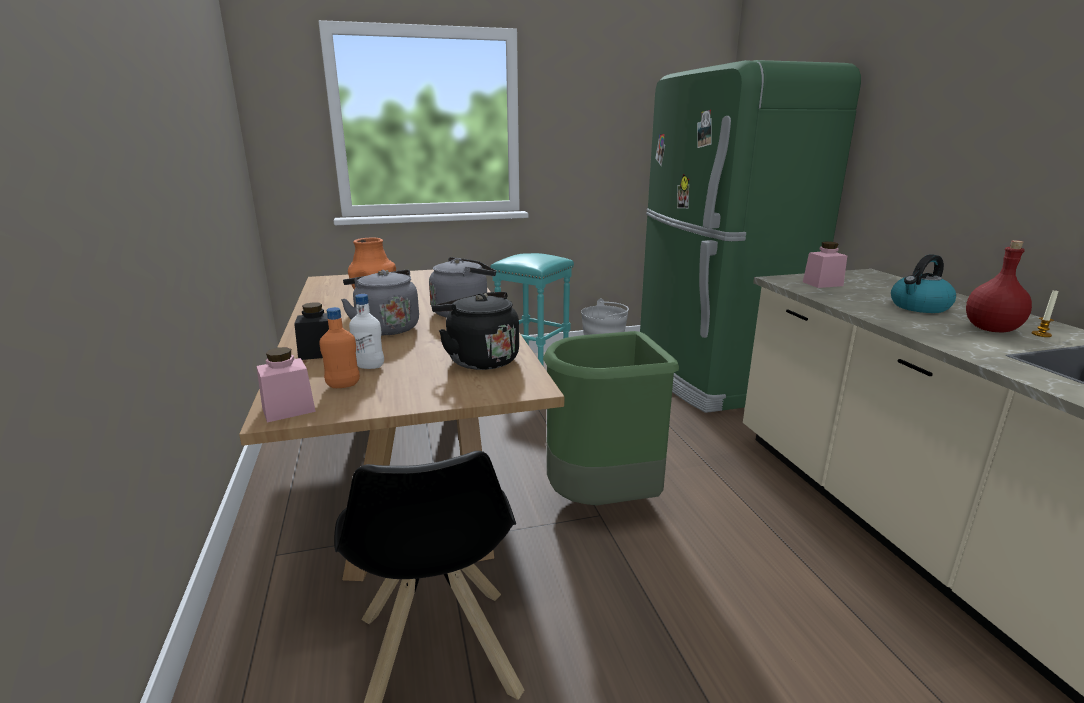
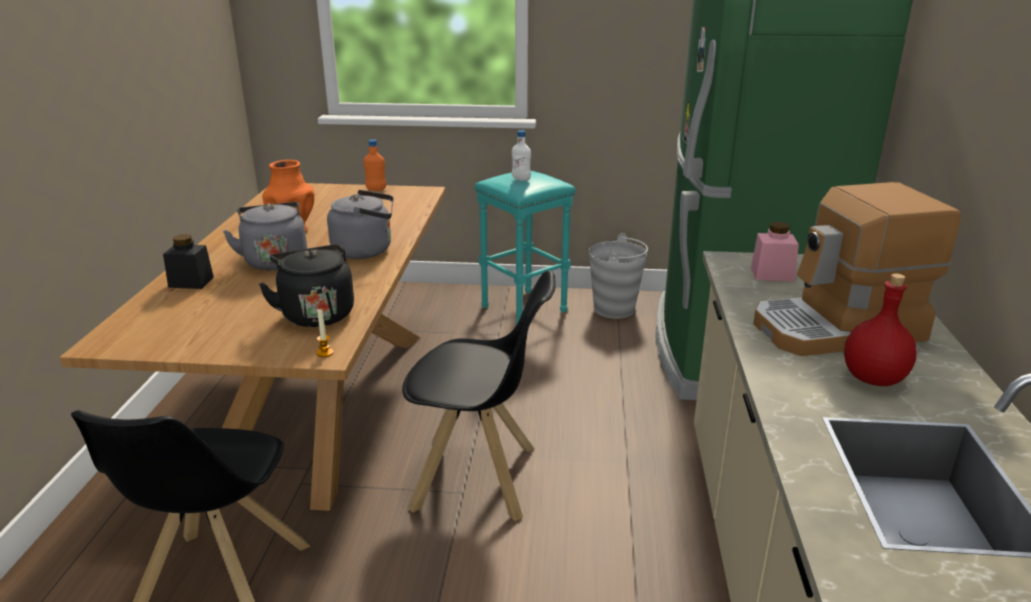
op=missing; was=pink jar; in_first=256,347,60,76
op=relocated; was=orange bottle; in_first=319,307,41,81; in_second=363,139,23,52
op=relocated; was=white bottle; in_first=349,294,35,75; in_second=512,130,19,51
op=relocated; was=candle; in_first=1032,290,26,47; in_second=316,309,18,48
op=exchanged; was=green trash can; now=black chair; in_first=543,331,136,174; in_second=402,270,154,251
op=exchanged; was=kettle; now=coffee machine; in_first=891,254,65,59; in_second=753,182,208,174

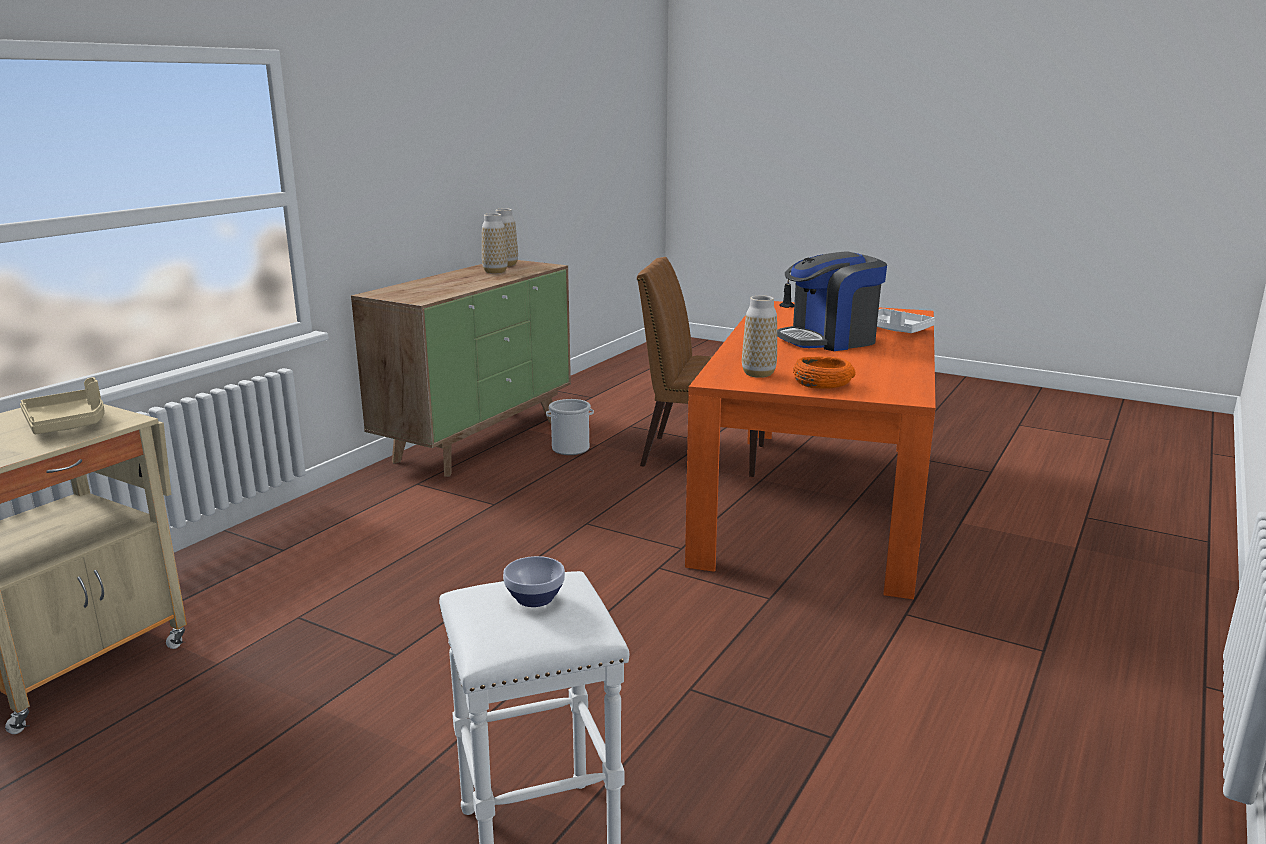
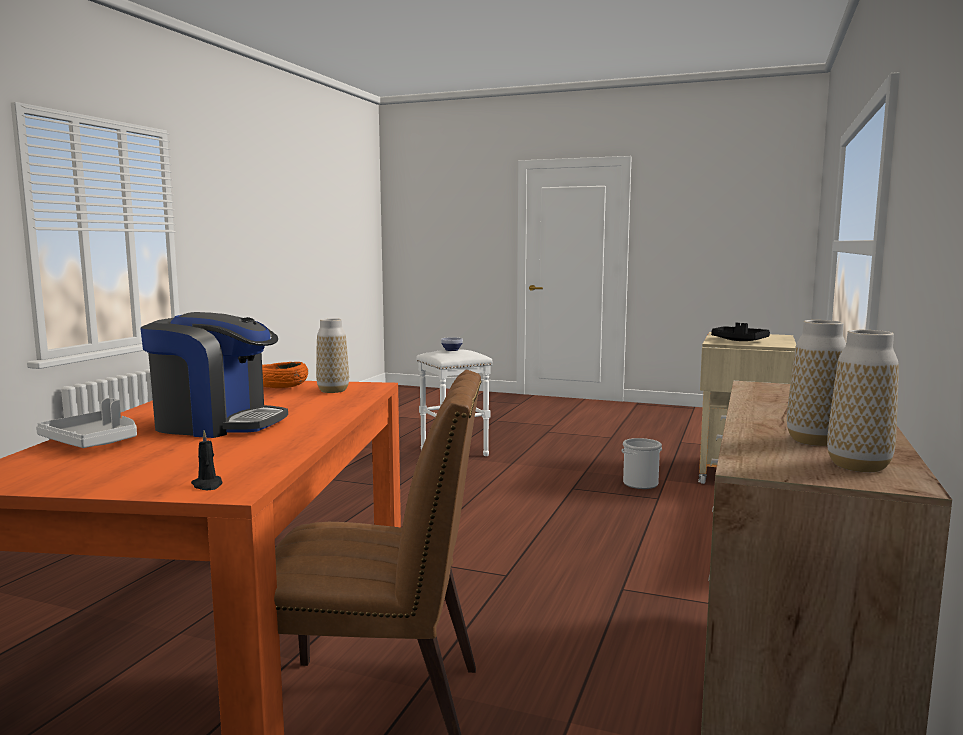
op=relocated; was=bucket; in_first=546,399,48,56; in_second=622,438,40,51
op=colour; was=beige tray; now=black tray; in_first=20,377,85,57; in_second=711,322,59,19
op=spun; was=coffee machine; in_first=777,251,110,100; in_second=140,312,148,126; clockwise=45

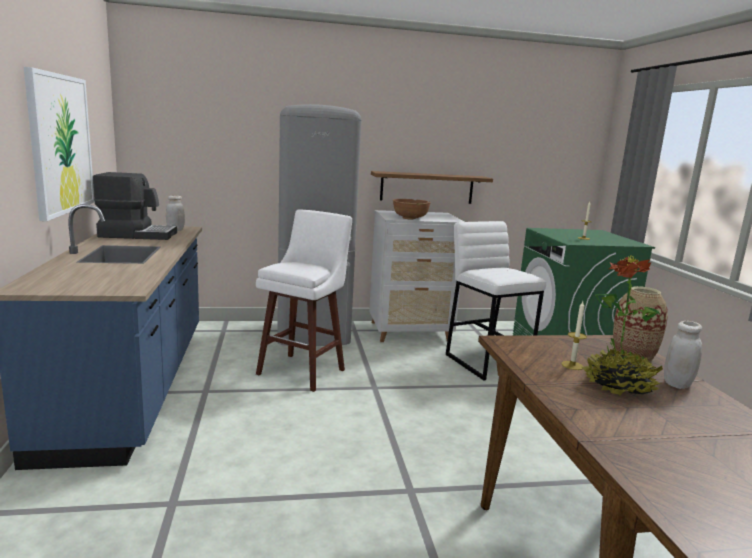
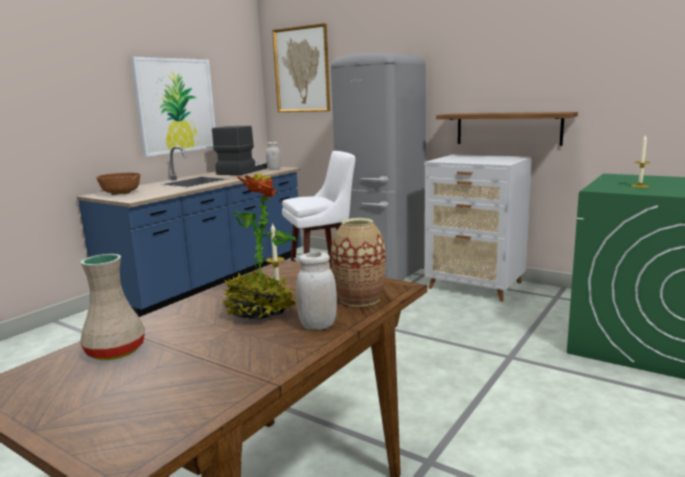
op=missing; was=white stool; in_first=446,221,100,160
op=appeared; now=beige vase; in_second=80,254,65,106
op=appeared; now=picture; in_second=272,23,58,89
op=relocated; was=brown bowl; in_first=393,199,38,21; in_second=96,173,45,22
op=spun; was=coffee machine; in_first=93,172,84,68; in_second=212,126,55,49; clockwise=-105

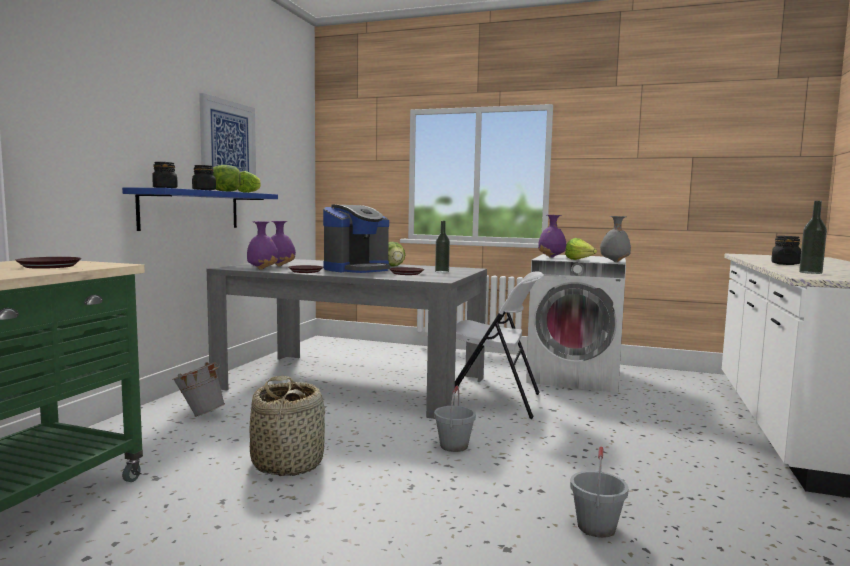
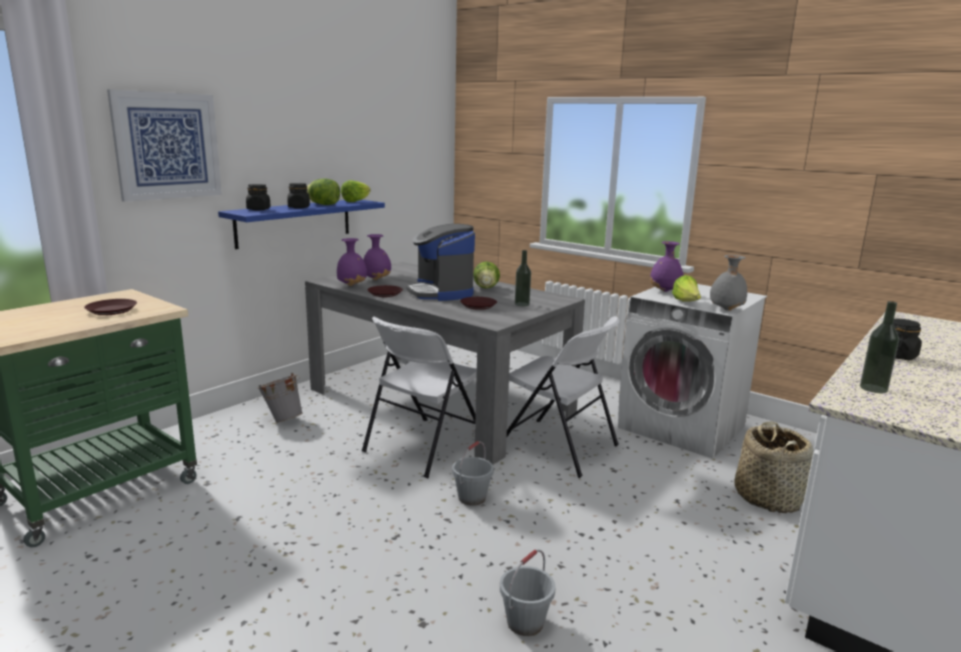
op=appeared; now=white chair; in_second=362,317,115,161
op=relocated; was=picture; in_first=199,93,57,83; in_second=107,89,115,113
op=relocated; was=basket; in_first=250,376,75,100; in_second=734,421,80,92
op=spun; was=coffee machine; in_first=323,205,67,68; in_second=406,224,69,77; clockwise=90

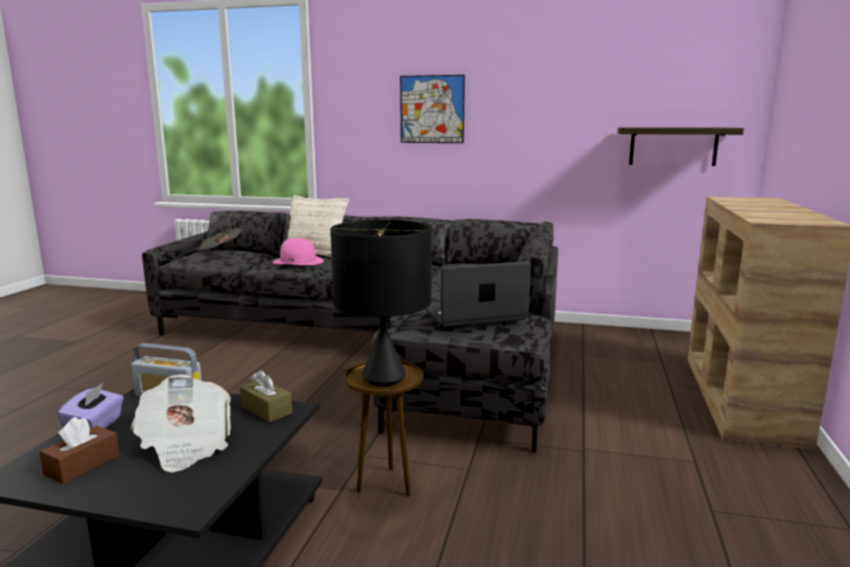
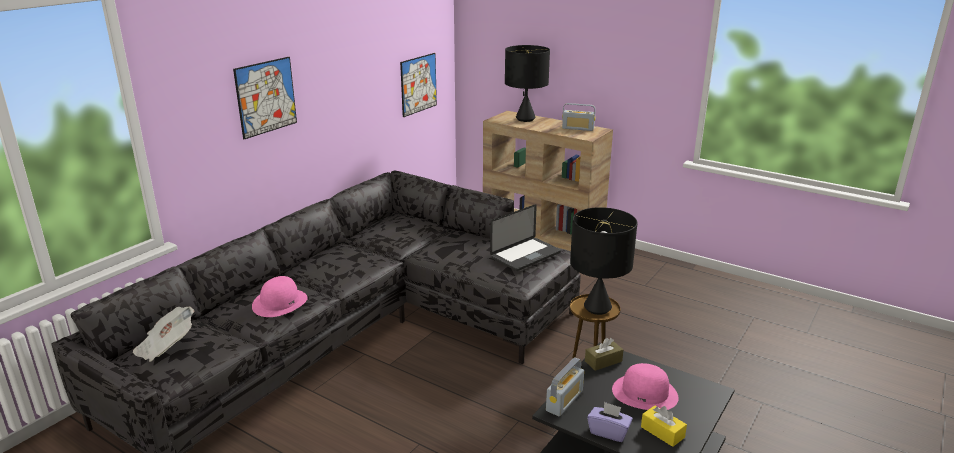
op=missing; was=beige pillow; in_first=287,195,62,62
op=appeared; now=black table lamp; in_second=505,45,45,77
op=appeared; now=radio; in_second=562,103,34,28
op=exchanged; was=newspaper; now=pink hat; in_first=131,374,100,99; in_second=612,363,67,47
op=exchanged; was=shelf; now=picture; in_first=618,127,126,39; in_second=400,53,37,64
op=colour; was=brown tissue box; now=yellow tissue box; in_first=39,417,81,67; in_second=641,405,46,42
op=spun; was=laptop; in_first=426,261,105,66; in_second=490,204,71,67; clockwise=-135

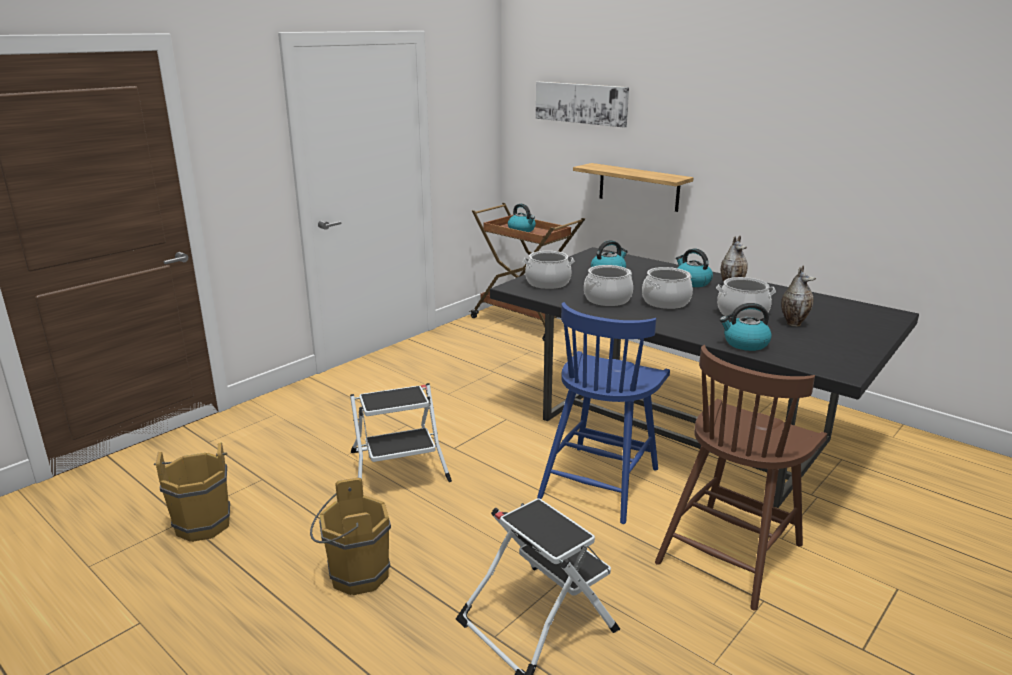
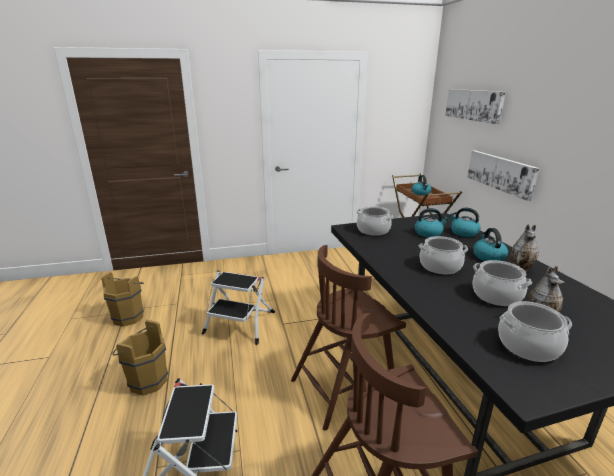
op=relocated; was=cooking pot; in_first=584,265,49,41; in_second=498,301,74,61
op=relocated; was=kettle; in_first=720,303,52,48; in_second=449,208,32,29
op=exchanged; was=shelf; now=picture; in_first=573,163,121,49; in_second=467,150,72,51
op=colour; was=blue chair; now=brown chair; in_first=537,302,133,222; in_second=291,245,115,186

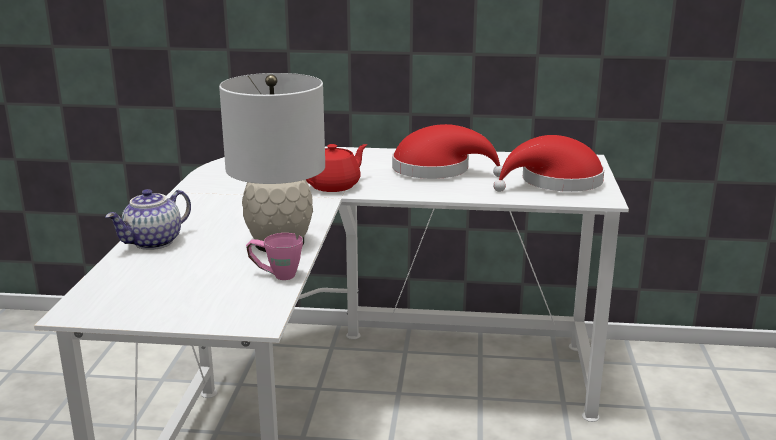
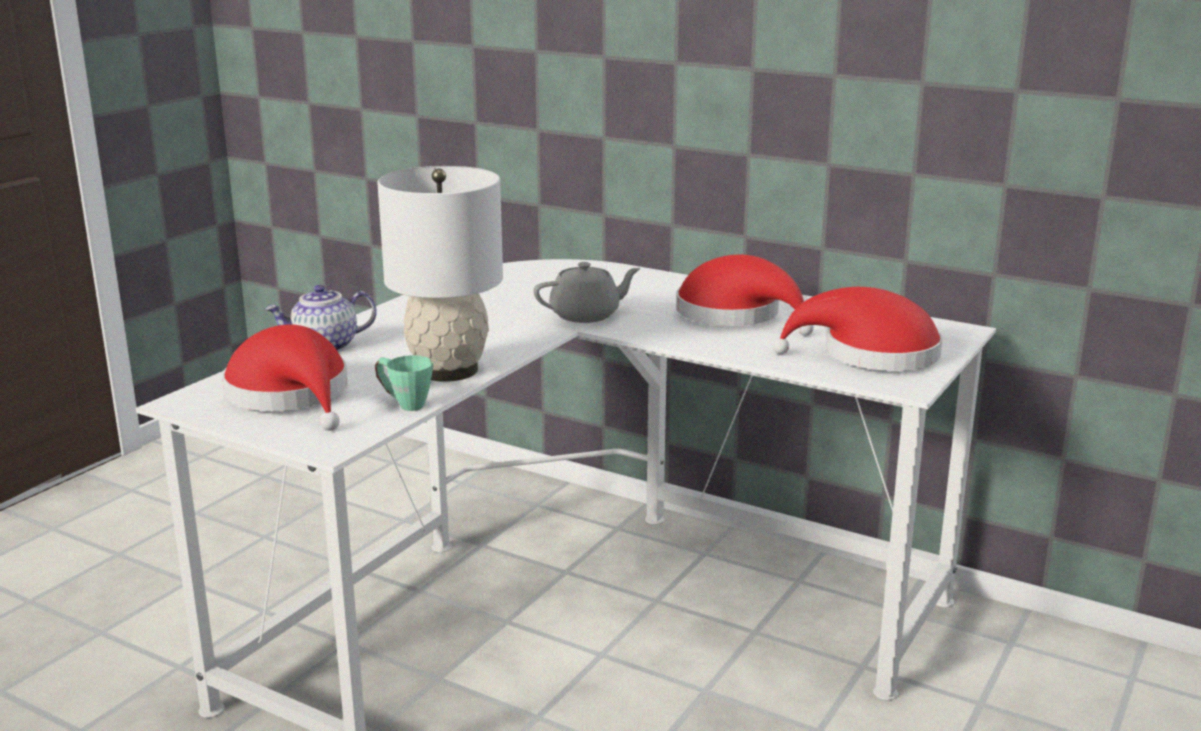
op=appeared; now=red hat; in_second=222,324,126,107
op=colour; was=pink mug; now=green mug; in_first=246,233,57,47; in_second=375,355,58,56
op=colour; was=red teapot; now=grey teapot; in_first=306,144,61,48; in_second=533,262,108,61

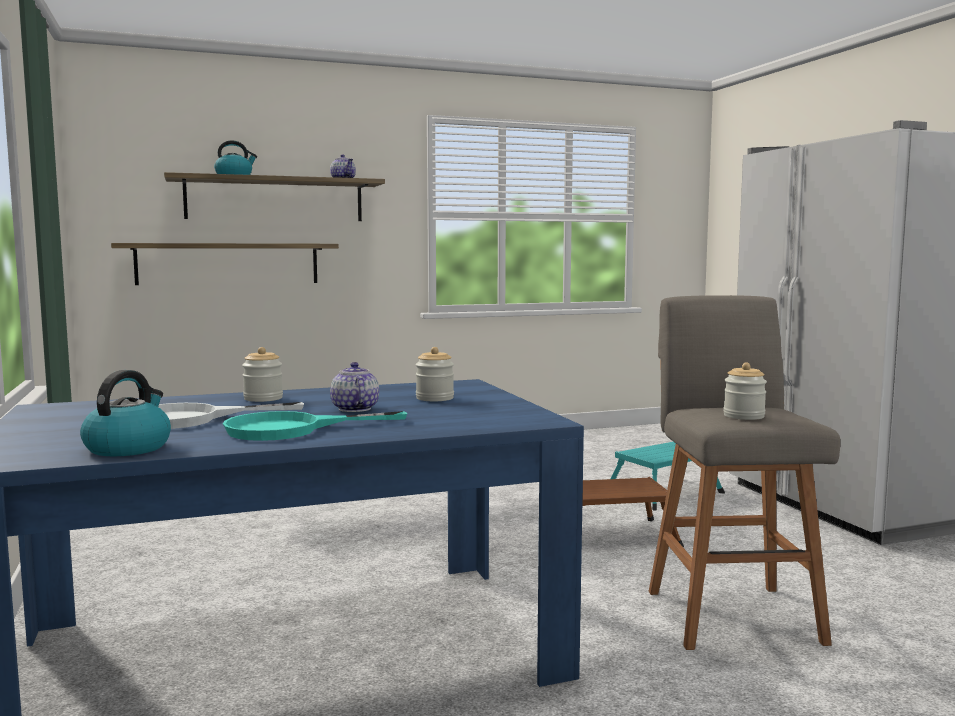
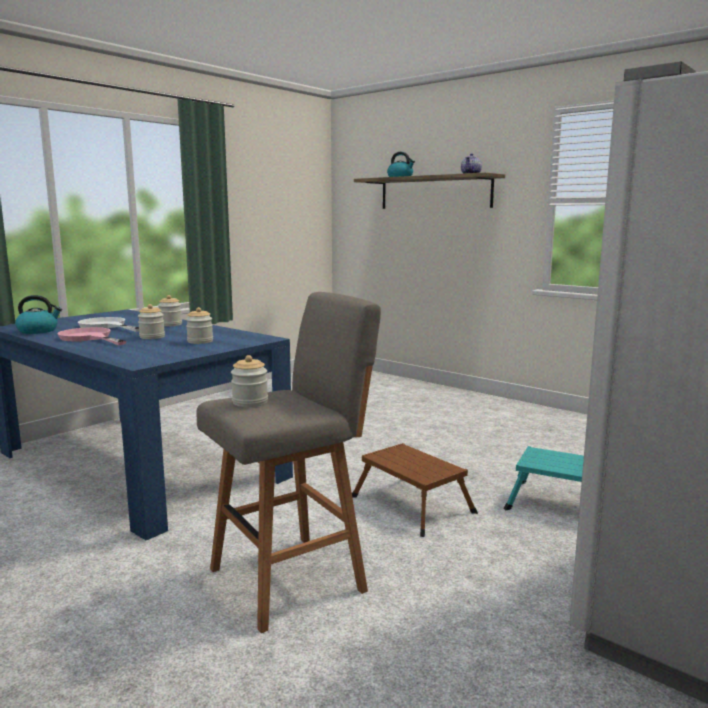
op=missing; was=shelf; in_first=111,243,228,42
op=exchanged; was=teapot; now=jar; in_first=330,362,49,50; in_second=138,304,27,35
op=colour; was=turquoise frying pan; now=pink frying pan; in_first=223,411,184,30; in_second=58,327,69,18

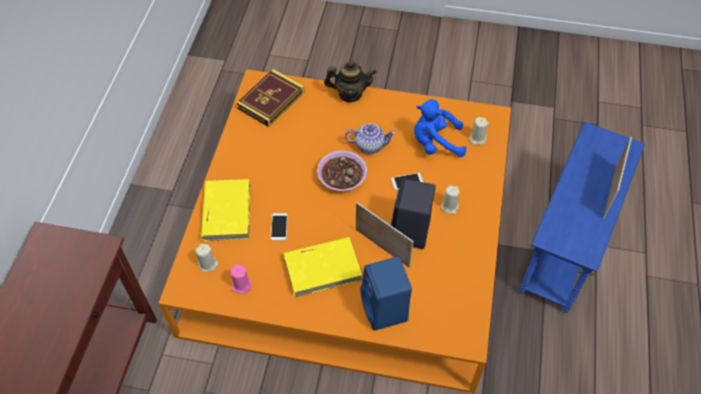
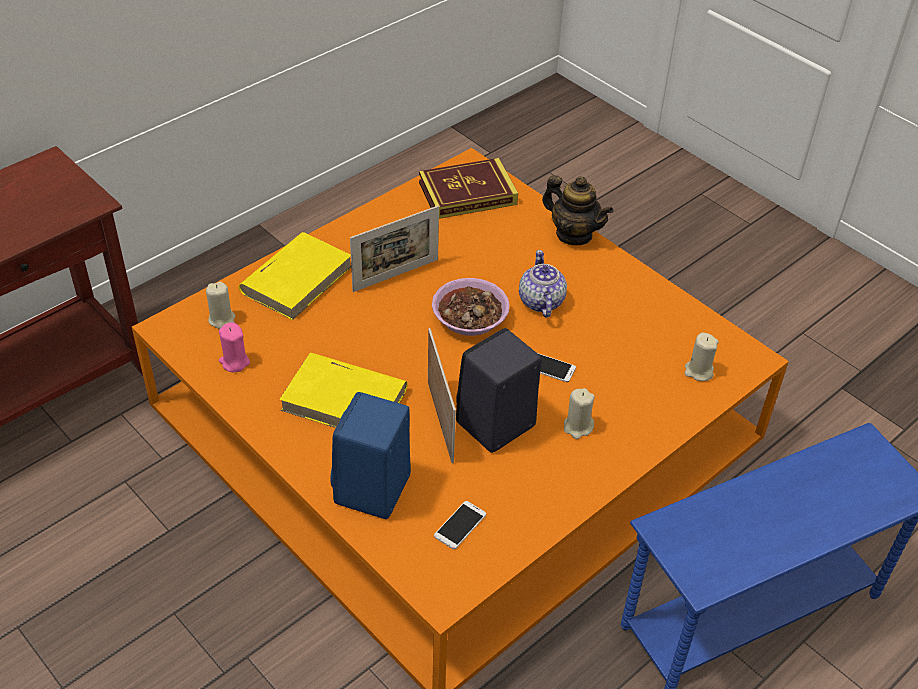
op=missing; was=blue plush toy; in_first=414,99,52,58
op=relocated; was=phone; in_first=271,213,17,28; in_second=434,501,52,48
op=relocated; was=picture frame; in_first=603,137,29,82; in_second=350,206,89,86
op=spun; was=teapot; in_first=345,124,51,30; in_second=519,250,48,67; clockwise=-135

